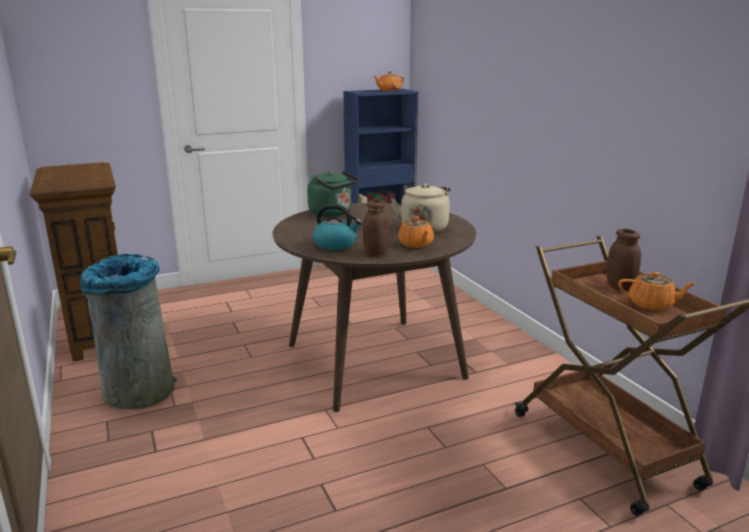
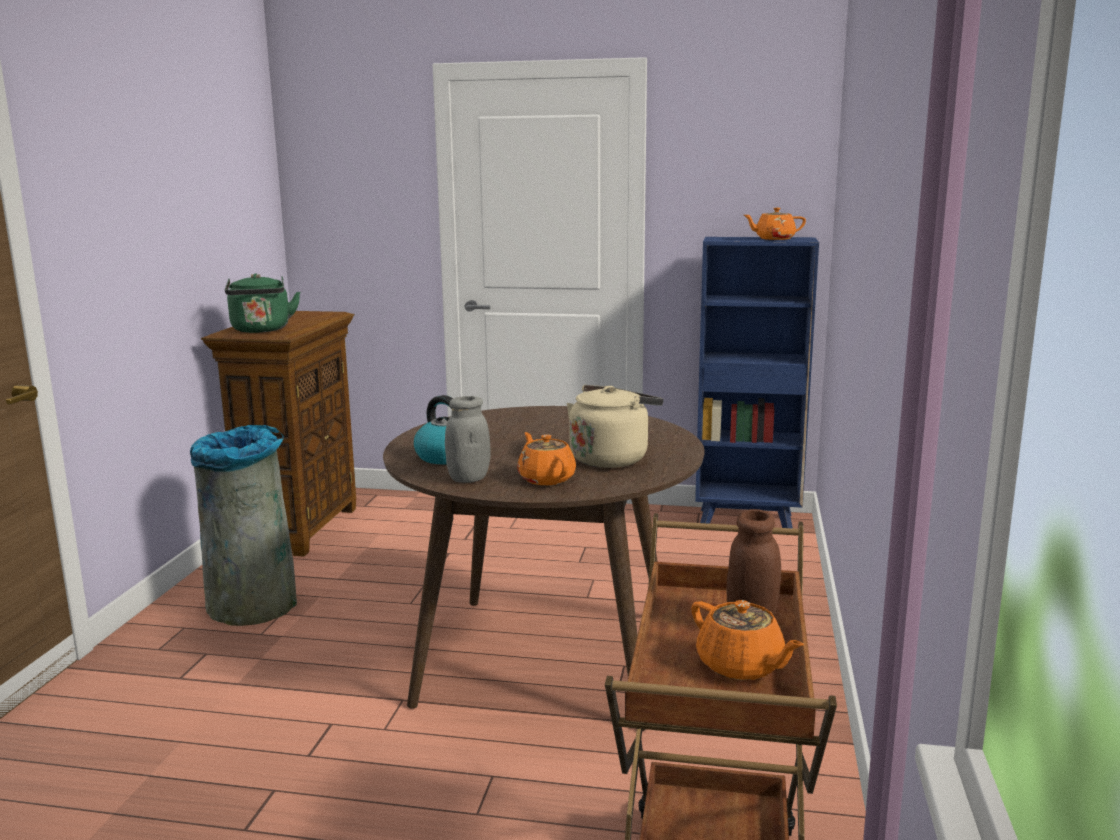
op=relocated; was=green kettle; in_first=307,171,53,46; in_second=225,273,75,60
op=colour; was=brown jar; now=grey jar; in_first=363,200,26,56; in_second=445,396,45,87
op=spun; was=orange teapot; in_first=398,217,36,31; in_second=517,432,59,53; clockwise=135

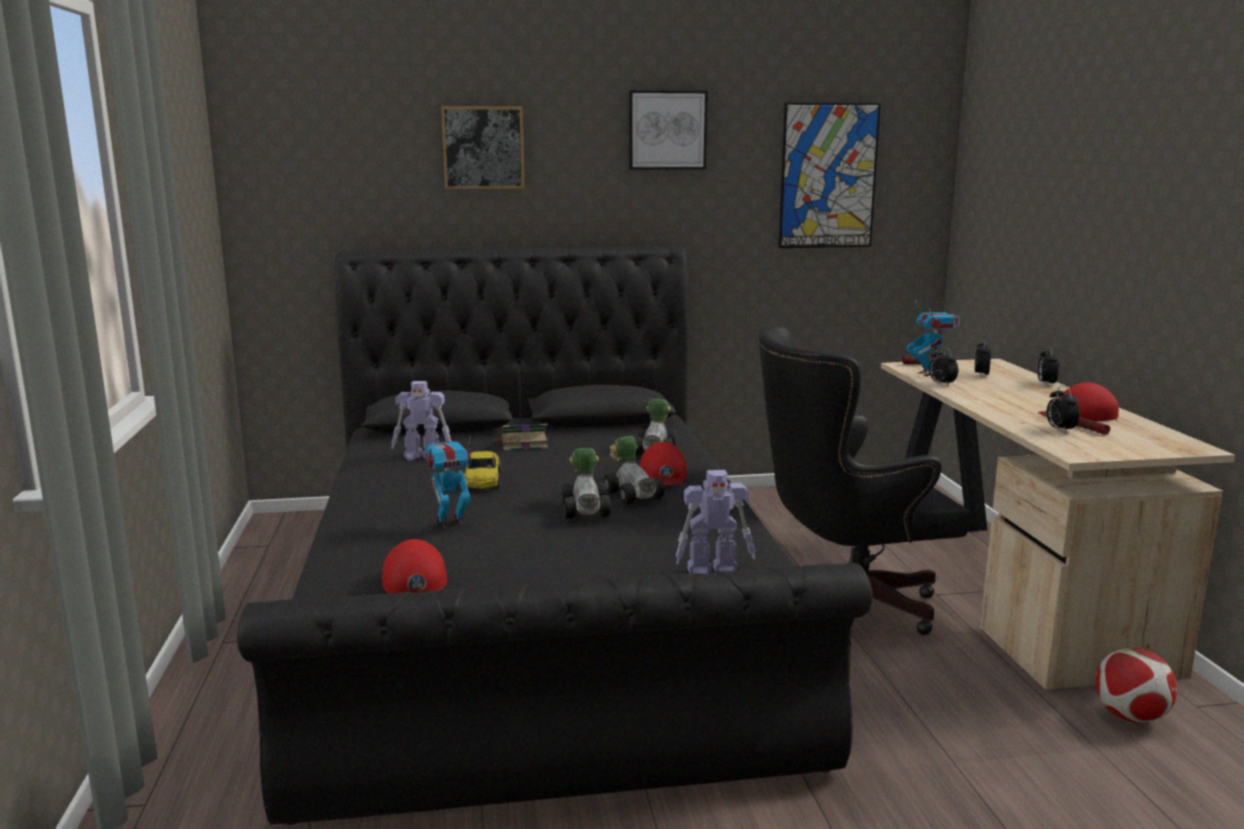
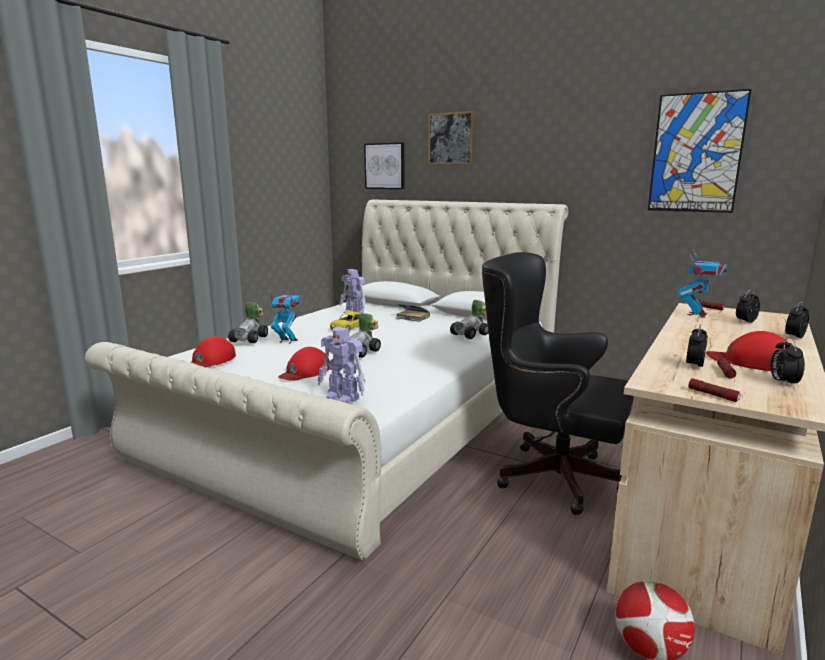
op=appeared; now=flashlight; in_second=688,378,53,24
op=relocated; was=toy car; in_first=603,436,62,69; in_second=228,302,40,41
op=relocated; was=picture; in_first=629,90,79,80; in_second=364,142,41,47
op=relocated; was=red cap; in_first=640,442,47,44; in_second=279,347,51,34
op=relocated; was=alarm clock; in_first=929,347,29,38; in_second=771,337,34,49
op=colour; was=black bed; now=beige bed; in_first=237,246,636,579; in_second=85,200,483,360

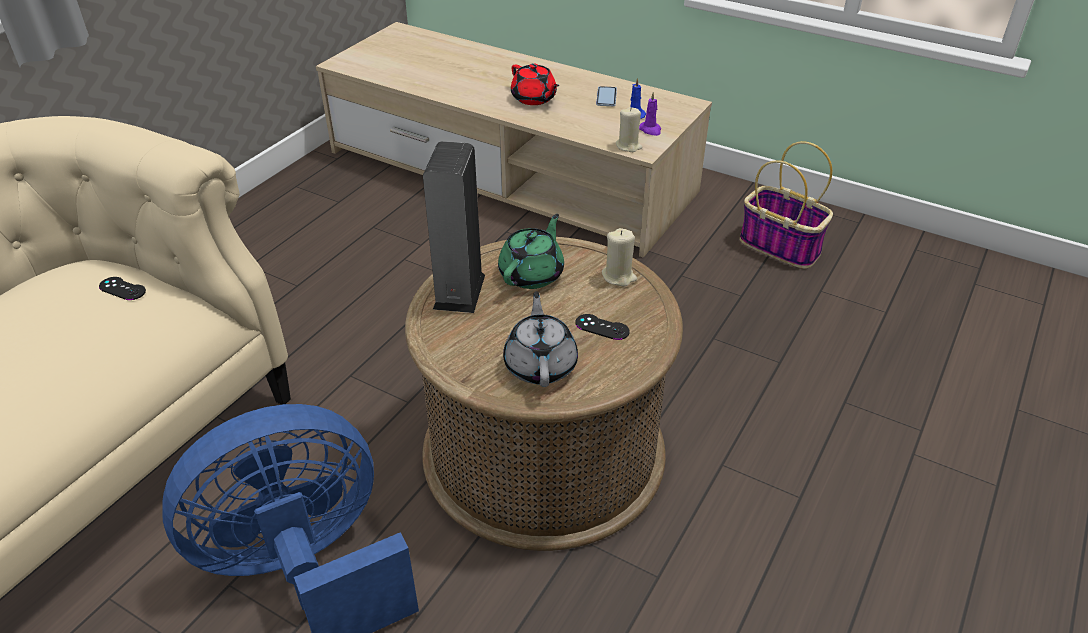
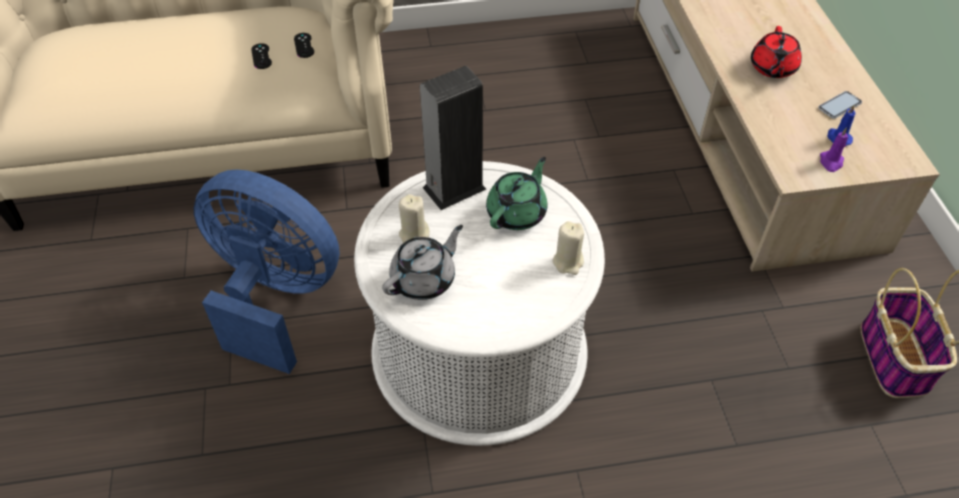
op=relocated; was=black game controller; in_first=575,314,54,26; in_second=251,43,21,26
op=relocated; was=beige candle; in_first=616,107,26,45; in_second=399,194,31,49
op=colour; was=brown coffee table; now=white coffee table; in_first=405,237,278,314; in_second=354,161,251,285
op=spun; was=green teapot; in_first=498,214,66,75; in_second=486,157,61,73; clockwise=-45

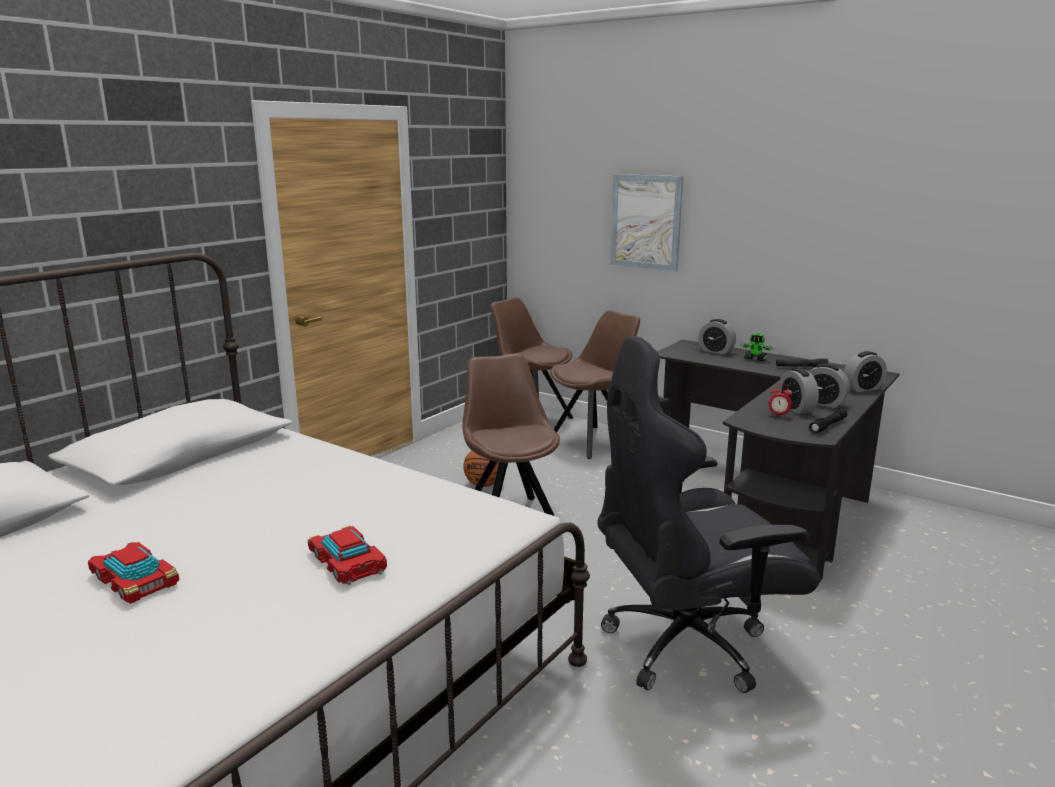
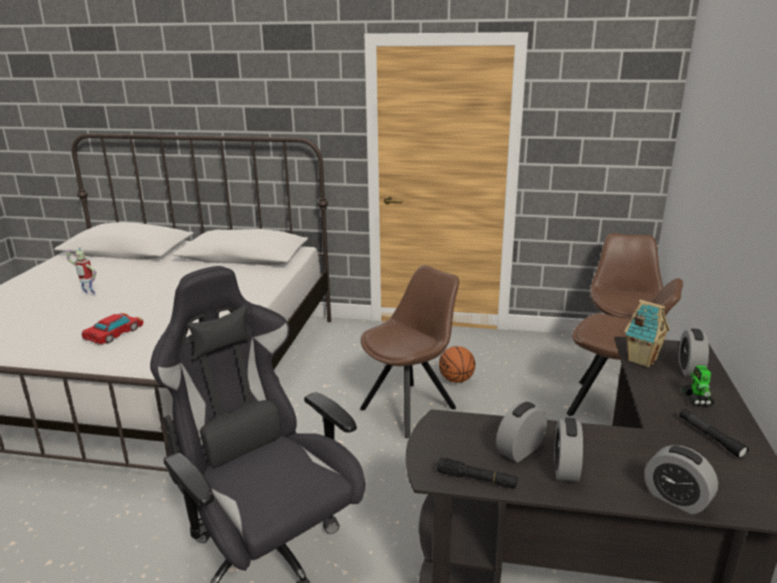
op=missing; was=picture; in_first=610,174,73,97
op=missing; was=alarm clock; in_first=769,384,23,34
op=appeared; now=toy house; in_second=624,300,46,67
op=exchanged; was=toy car; now=toy robot; in_first=88,542,91,62; in_second=66,246,30,50

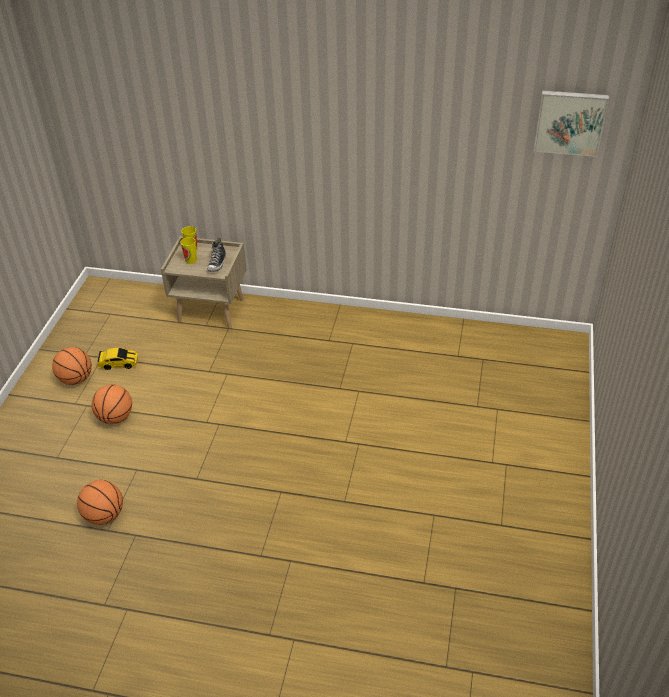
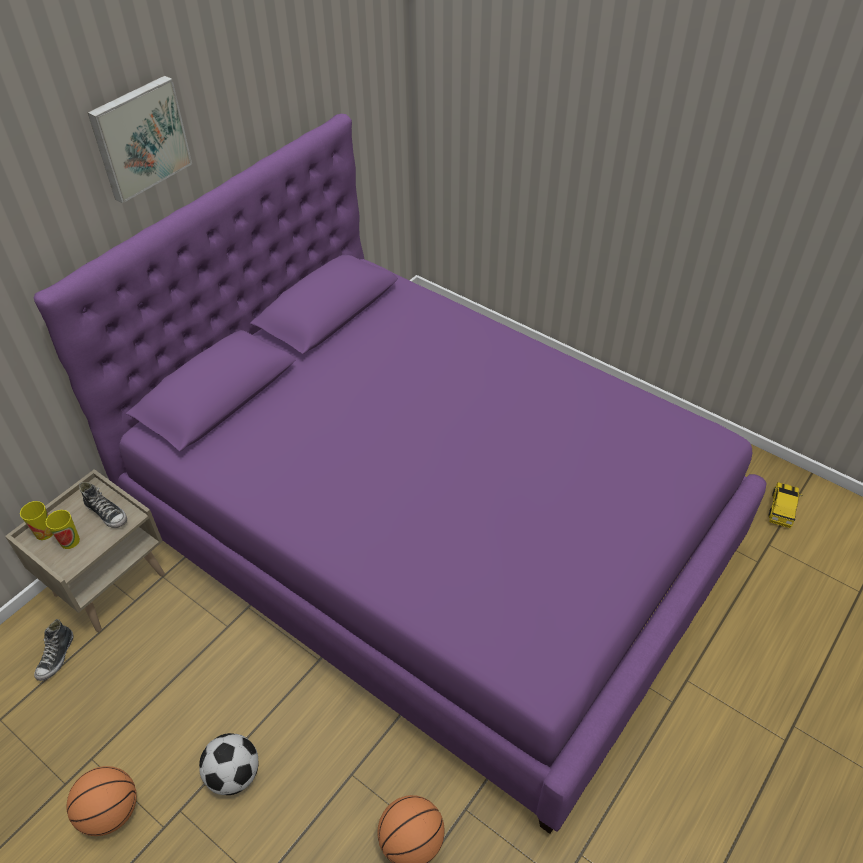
op=appeared; now=purple bed; in_second=34,114,733,720
op=appeared; now=shoe; in_second=34,619,40,62
op=relocated; was=toy car; in_first=97,347,41,23; in_second=769,482,33,46
op=relocated; was=picture; in_first=534,91,75,66; in_second=88,76,104,127
op=exchanged; was=basketball; now=football; in_first=92,384,40,40; in_second=199,733,59,62

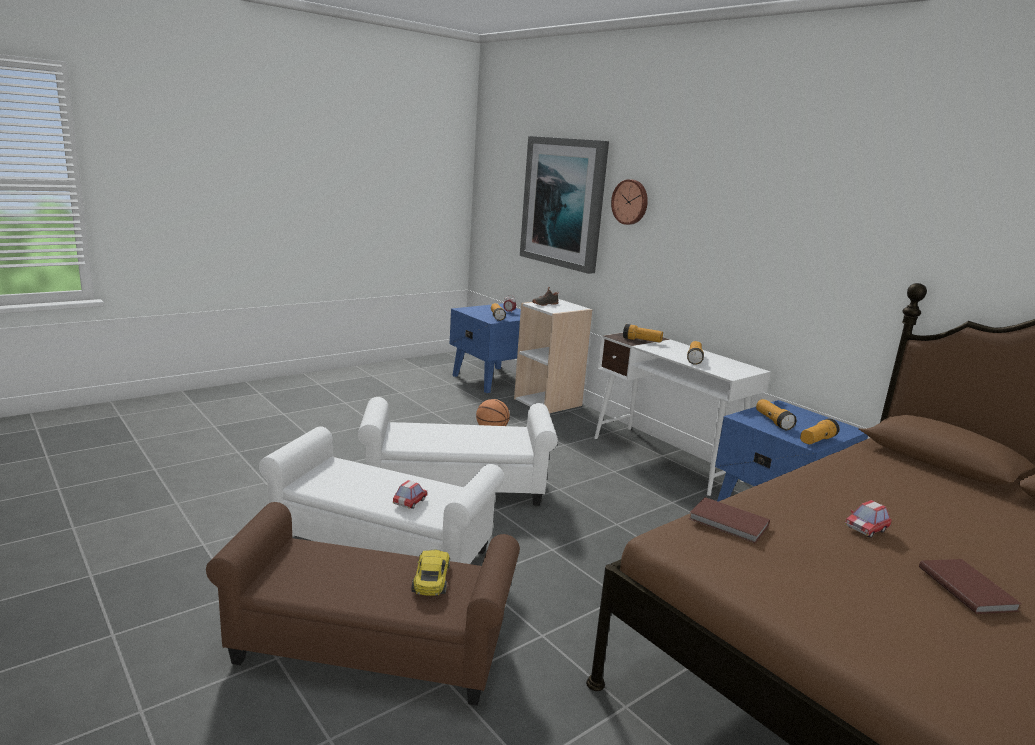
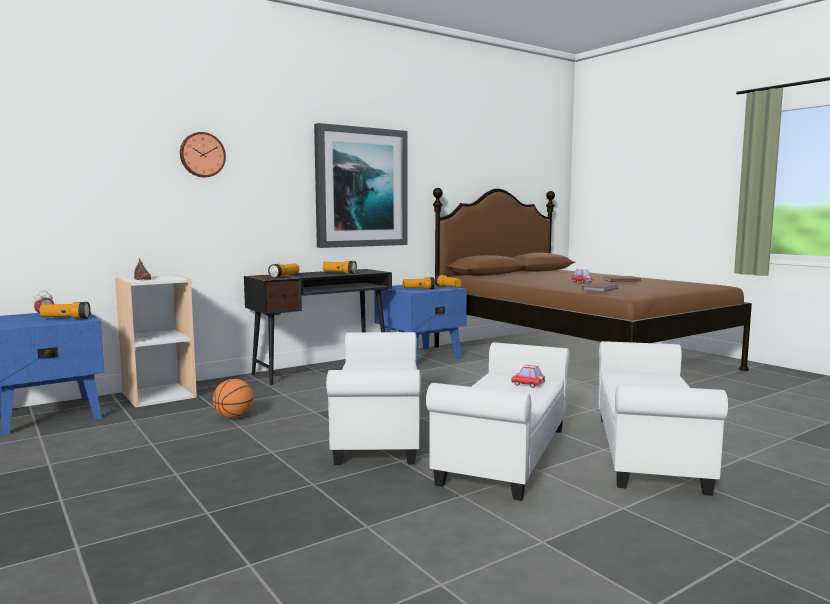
op=missing; was=yellow toy car; in_first=412,549,38,47
op=relocated; was=picture; in_first=520,136,89,138; in_second=314,123,94,125
op=colour; was=brown ottoman; now=white ottoman; in_first=206,502,314,204; in_second=598,341,130,155
op=colour; was=white desk; now=black desk; in_first=594,333,177,163; in_second=244,269,148,116

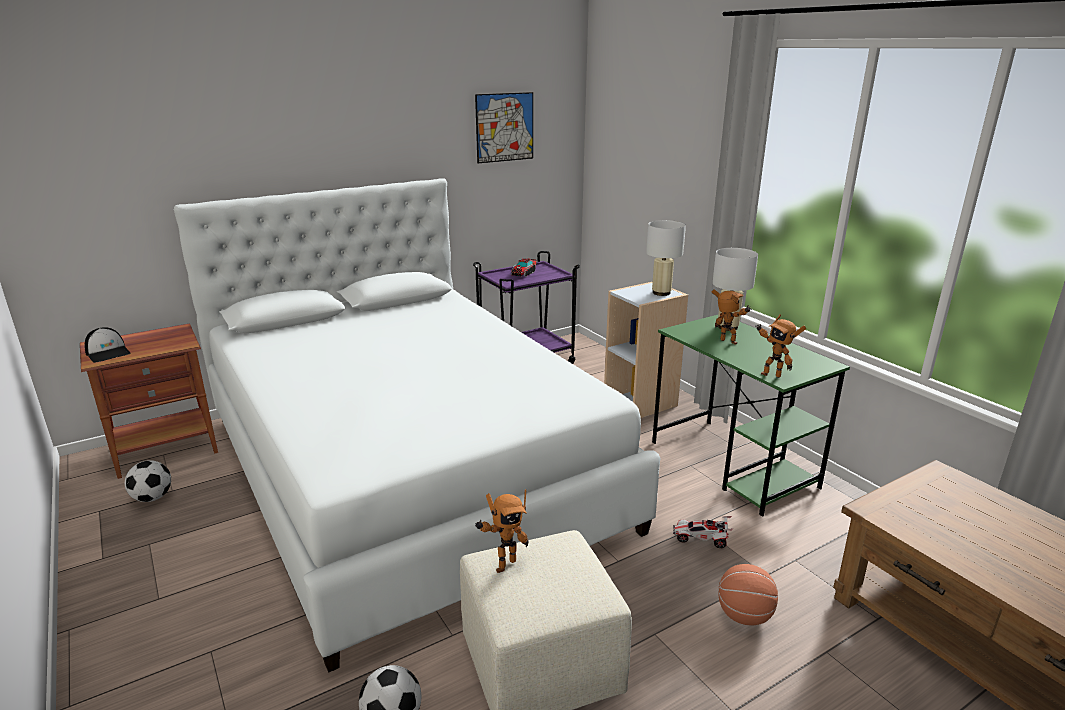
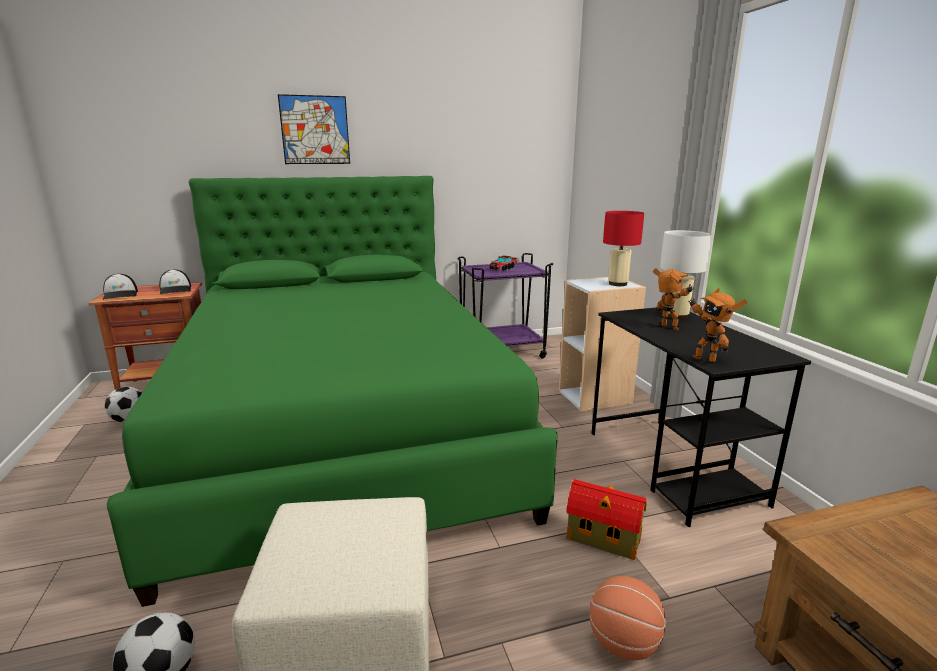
op=missing; was=toy robot; in_first=475,489,54,84
op=appeared; now=cap; in_second=159,269,32,25
op=relocated; was=picture; in_first=475,92,58,71; in_second=278,94,72,70
op=exchanged; was=toy car; now=toy house; in_first=673,516,60,32; in_second=566,479,80,81
op=colour; was=white bed; now=green bed; in_first=174,178,486,495; in_second=107,176,451,431
op=colour; was=white table lamp; now=red table lamp; in_first=646,220,40,76; in_second=603,211,41,75
op=colour; was=green desk; now=black desk; in_first=652,315,198,202; in_second=592,307,219,220

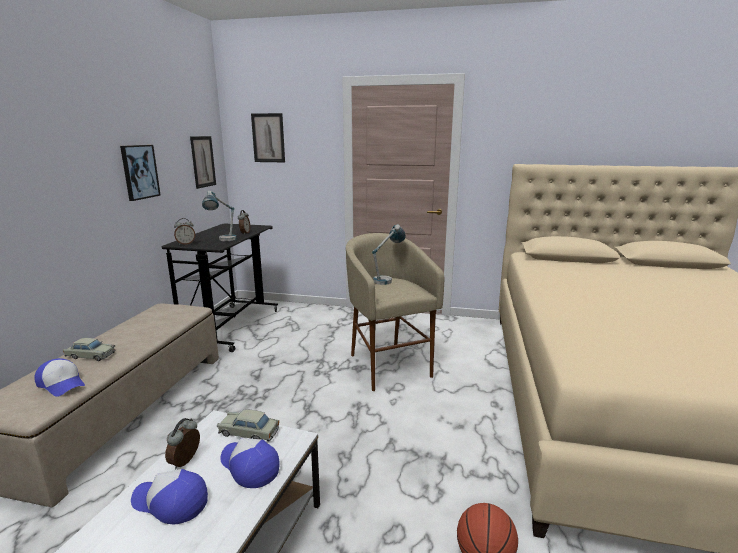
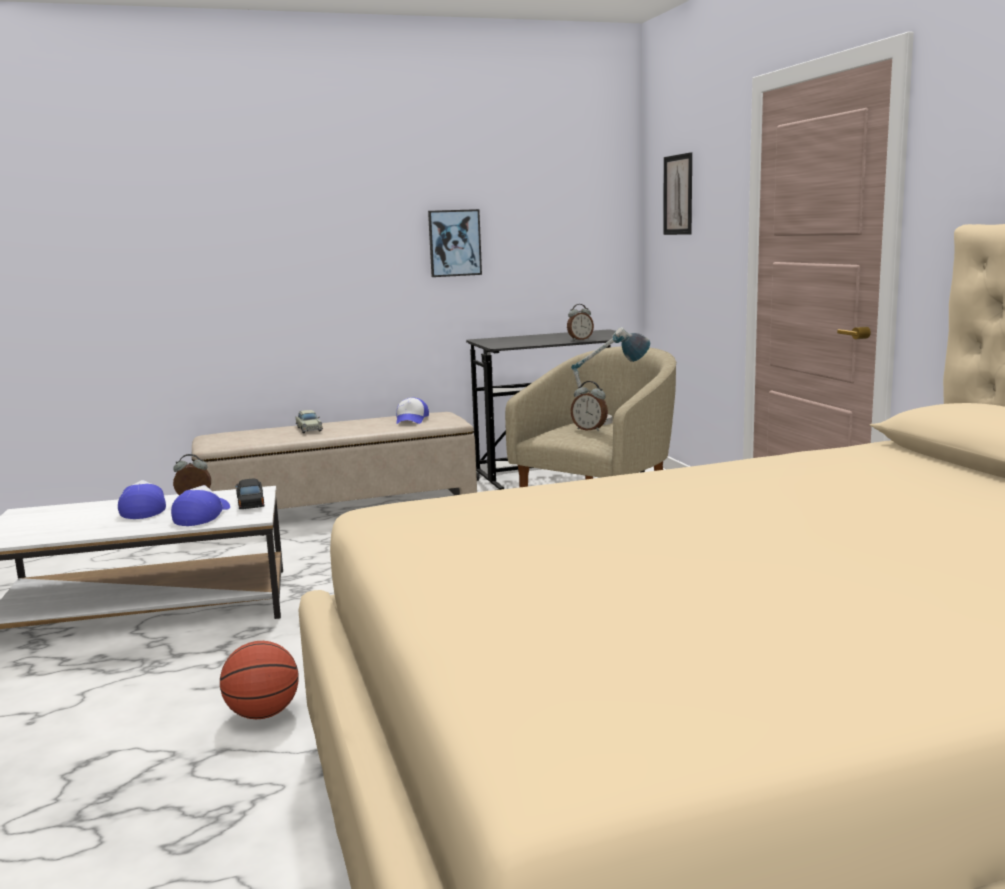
op=missing; was=picture; in_first=190,136,26,53
op=missing; was=table lamp; in_first=202,191,35,50
op=relocated; was=cap; in_first=34,358,51,39; in_second=396,397,33,27
op=relocated; was=alarm clock; in_first=174,218,21,27; in_second=571,381,37,51
op=colour; was=beige toy car; now=black toy car; in_first=217,410,62,31; in_second=235,479,30,30

